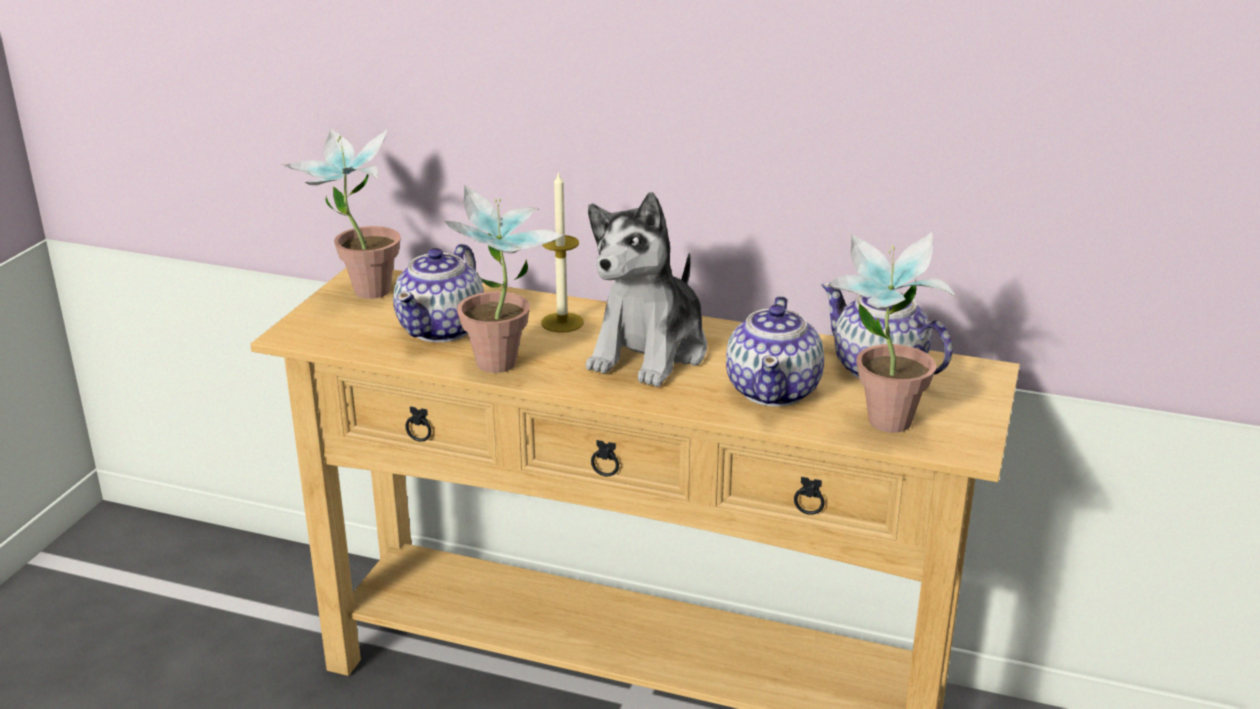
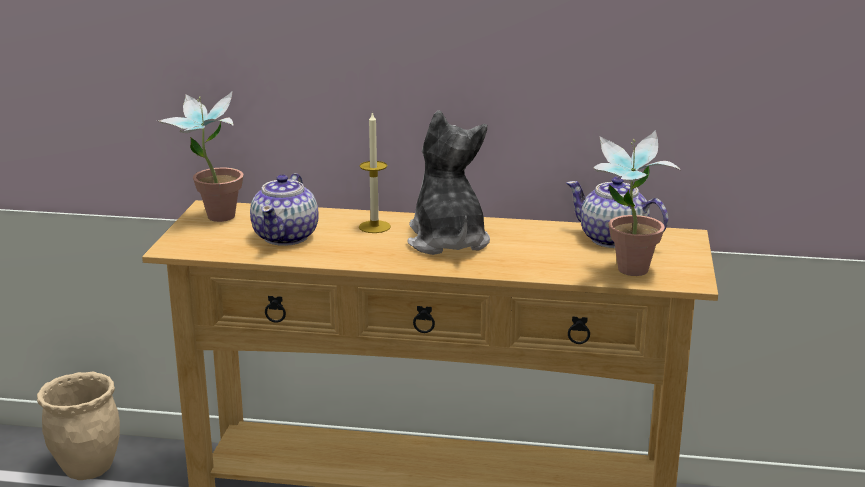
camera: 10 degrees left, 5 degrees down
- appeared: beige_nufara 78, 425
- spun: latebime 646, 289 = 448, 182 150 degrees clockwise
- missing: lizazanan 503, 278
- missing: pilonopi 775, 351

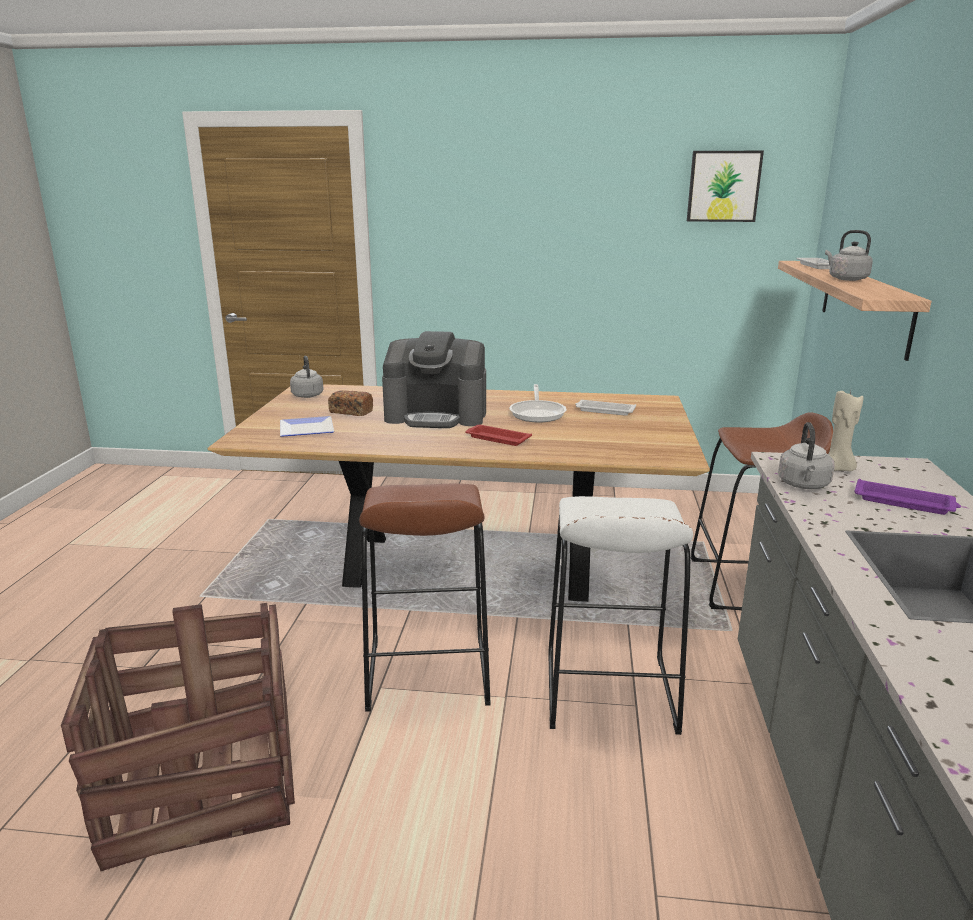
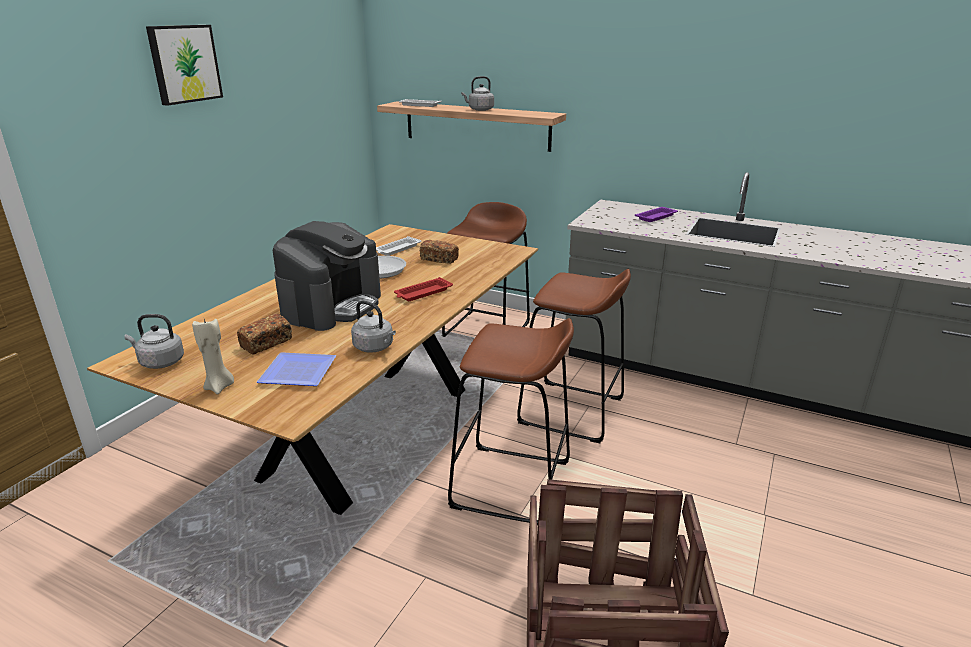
camera: 70 degrees left, 5 degrees up
- relocated: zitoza 725, 186 to 184, 65
- relocated: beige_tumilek 845, 431 to 213, 356
- relocated: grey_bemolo 806, 455 to 373, 326
- appeared: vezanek 439, 252
- colour: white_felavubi 620, 615 to brown_felavubi 574, 356

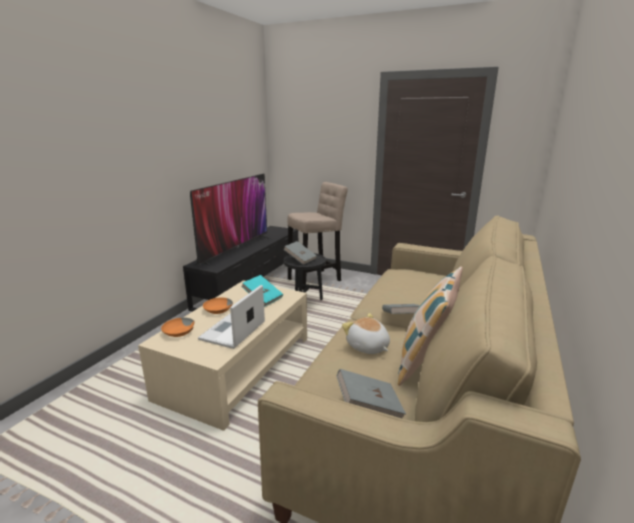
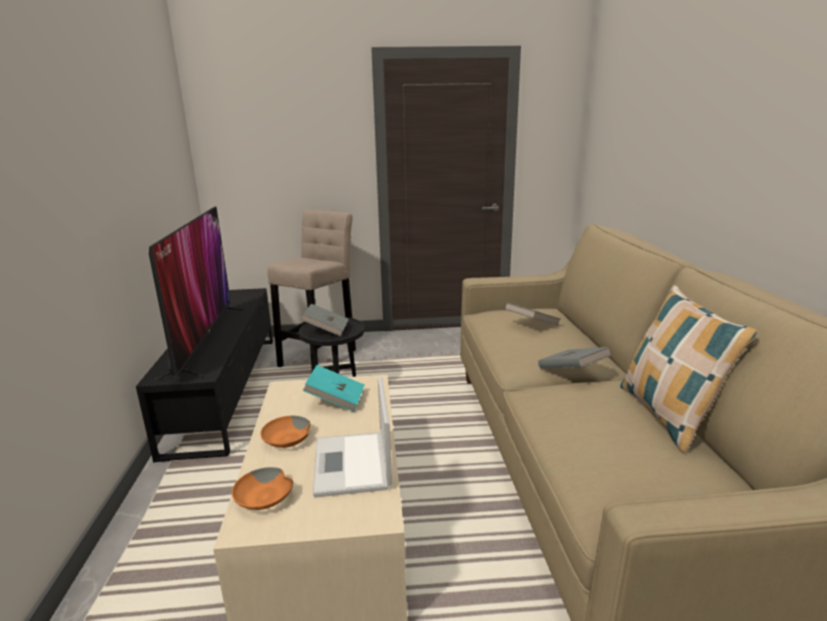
camera: 30 degrees left, 0 degrees up
- relocated: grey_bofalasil 371, 393 to 532, 314
- missing: latebime 366, 333

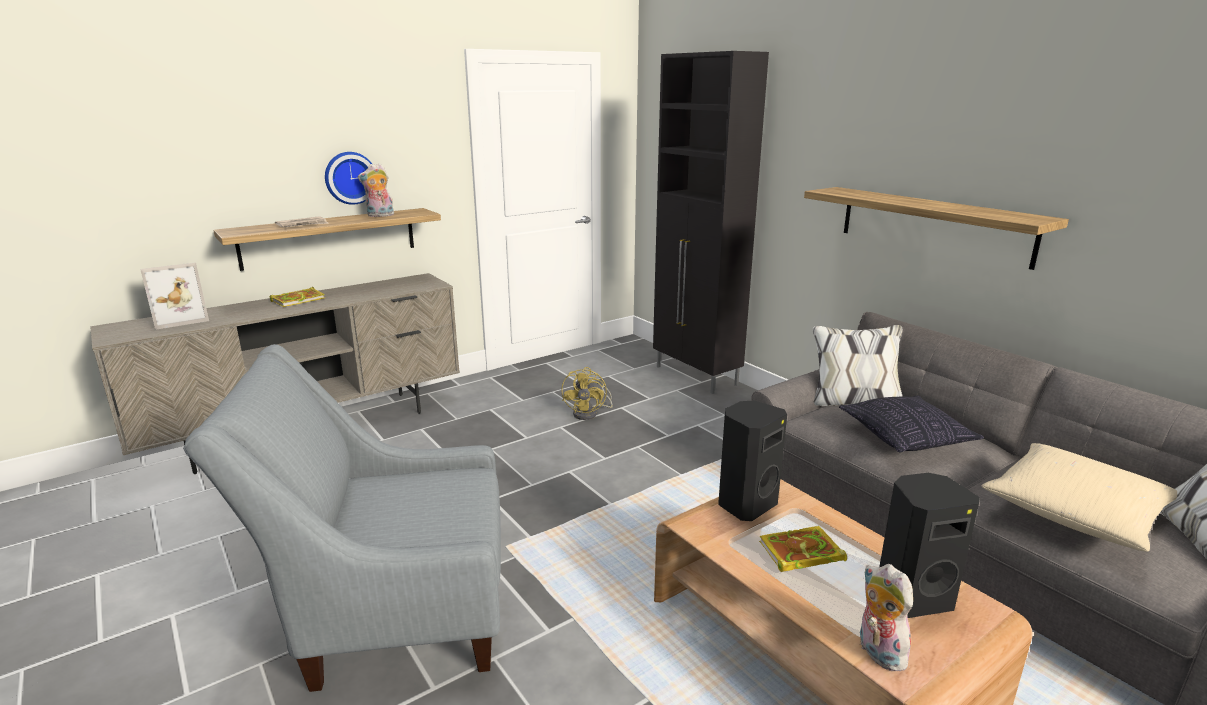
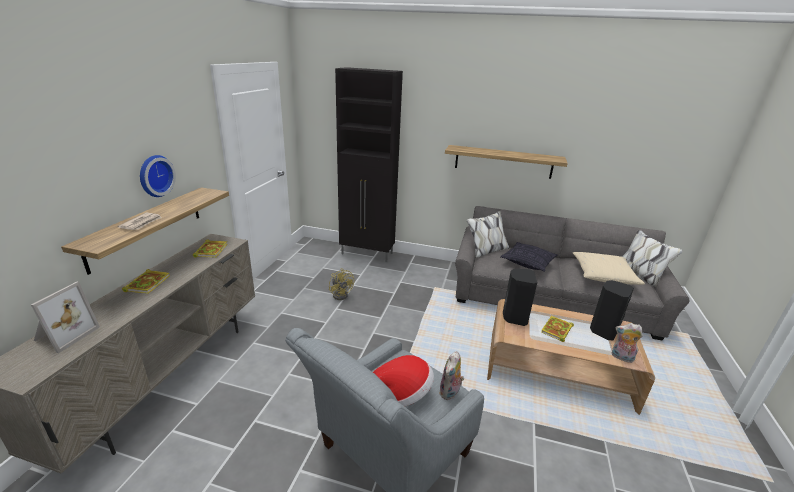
camera: 40 degrees left, 5 degrees up
- appeared: bofalasil 210, 248
- appeared: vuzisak 403, 380
- relocated: latebime 376, 190 to 451, 375

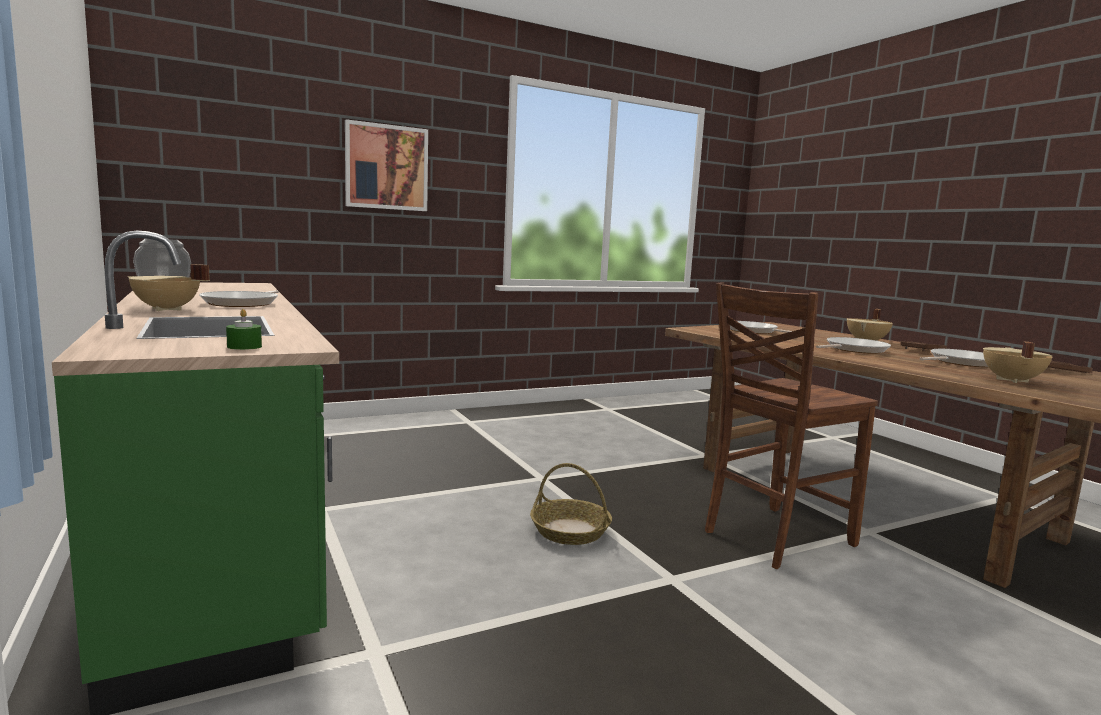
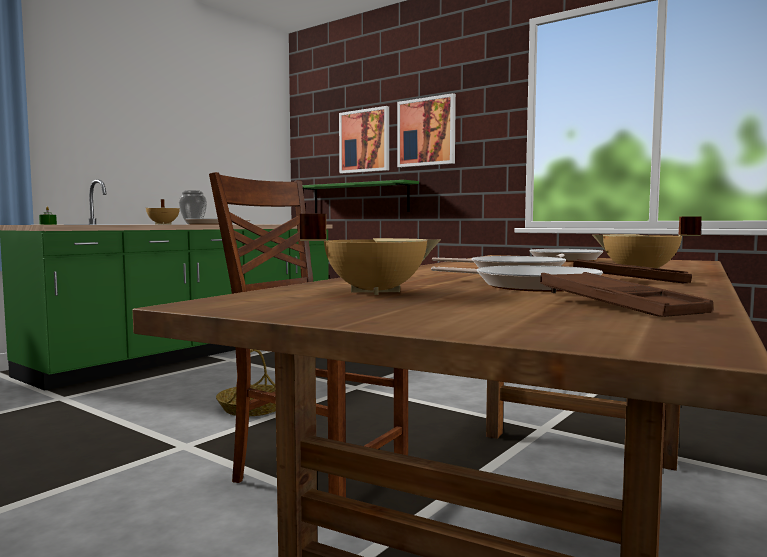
camera: 65 degrees right, 5 degrees down
- appeared: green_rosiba 360, 196
- appeared: zitoza 364, 140

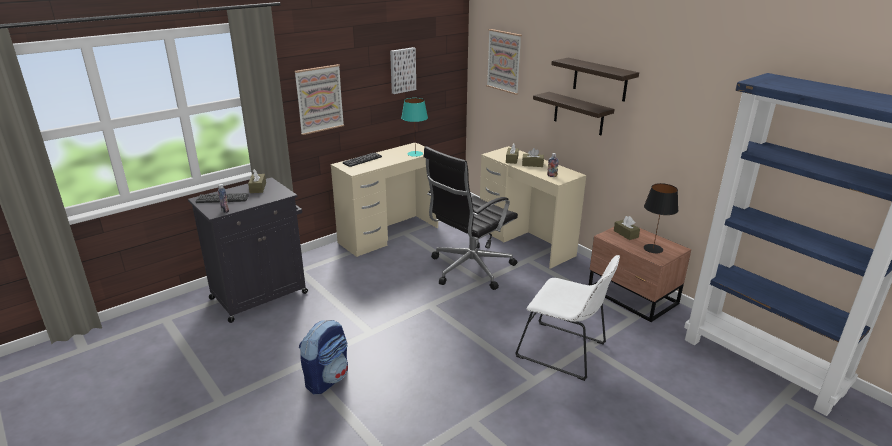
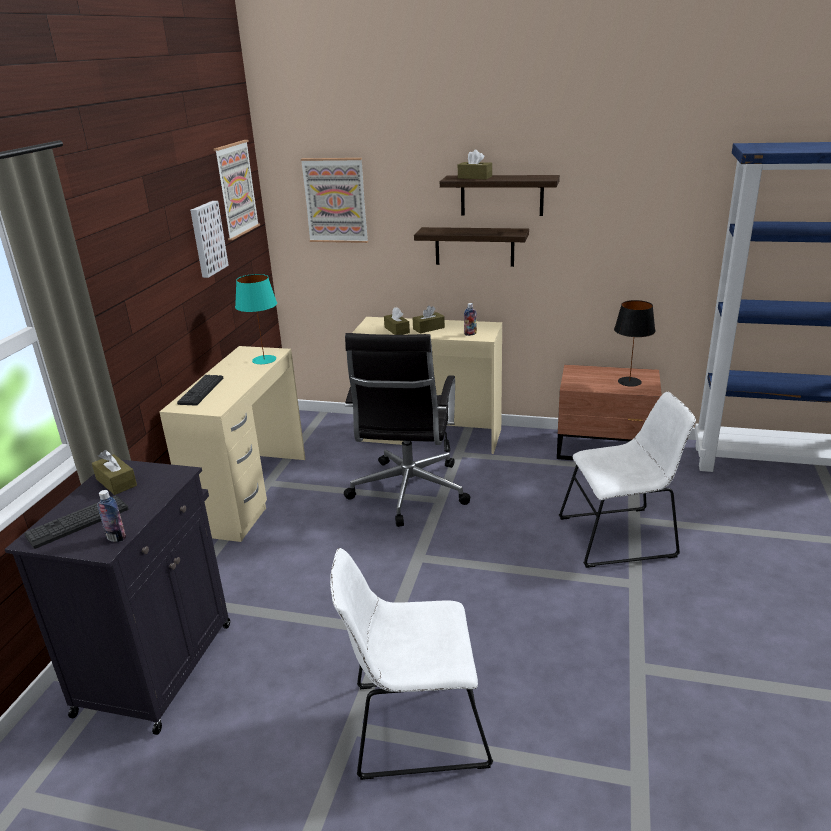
camera: 35 degrees left, 0 degrees up
- relocated: zitoza 319, 99 to 237, 190
- exchanged: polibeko 323, 357 to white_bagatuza 411, 664
- relocated: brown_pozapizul 627, 228 to 475, 164

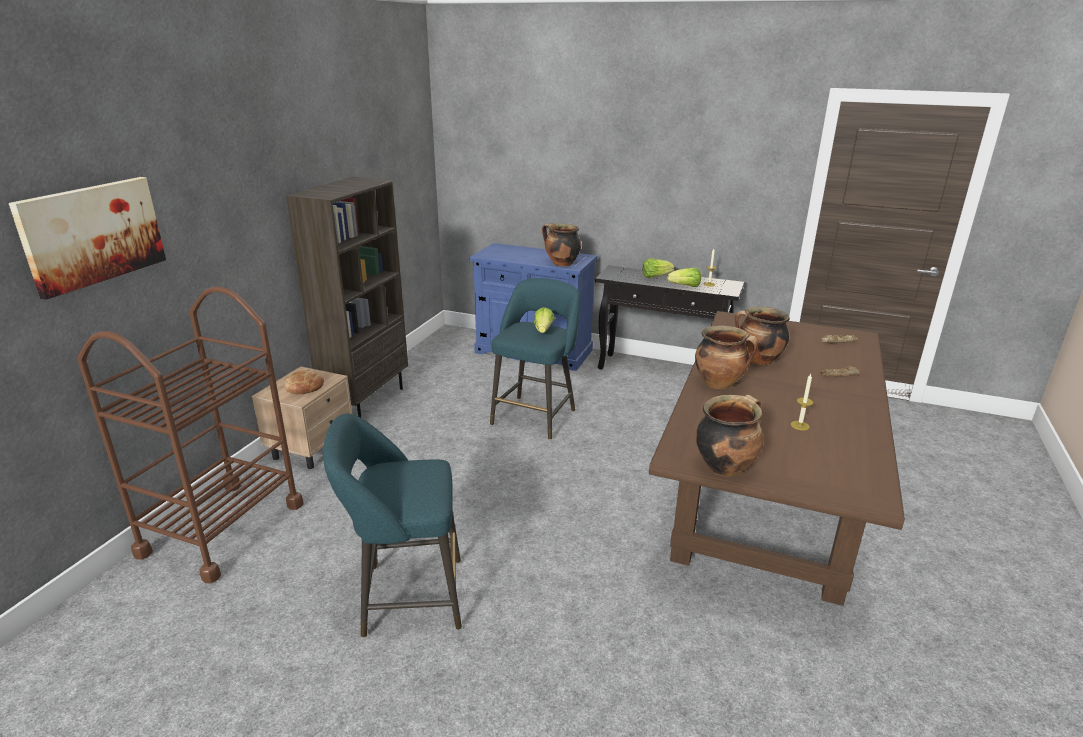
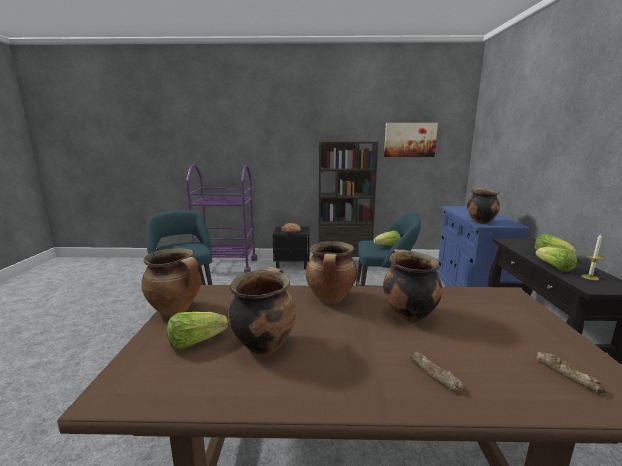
camera: 70 degrees right, 10 degrees down
- appeared: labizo 197, 331
- colour: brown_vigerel 190, 435 to purple_vigerel 221, 218
- exchanged: tumilek 802, 402 to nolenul 262, 311
- colour: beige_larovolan 302, 417 to black_larovolan 291, 248
- relocated: zitoza 87, 238 to 411, 140

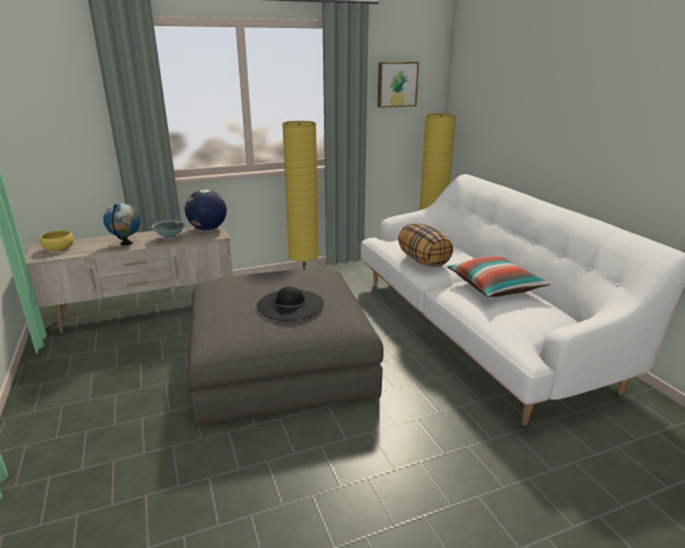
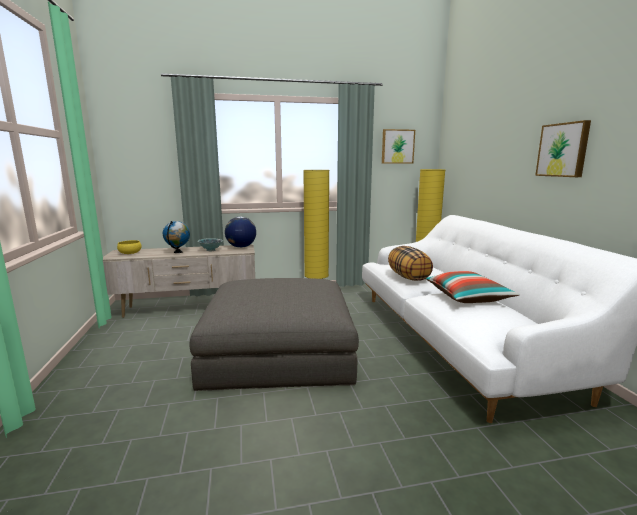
camera: 10 degrees right, 10 degrees down
- appeared: zitoza 563, 148
- missing: black_vuzisak 290, 303

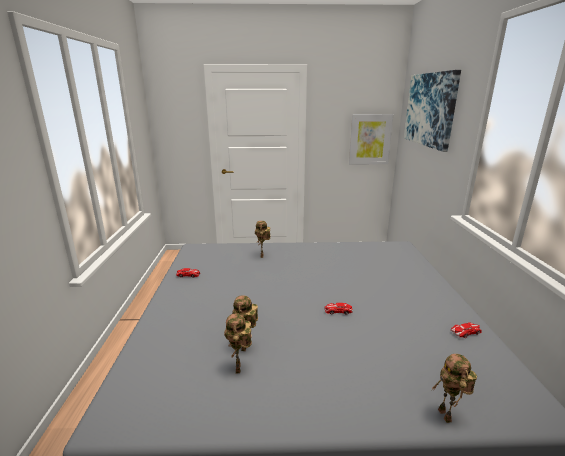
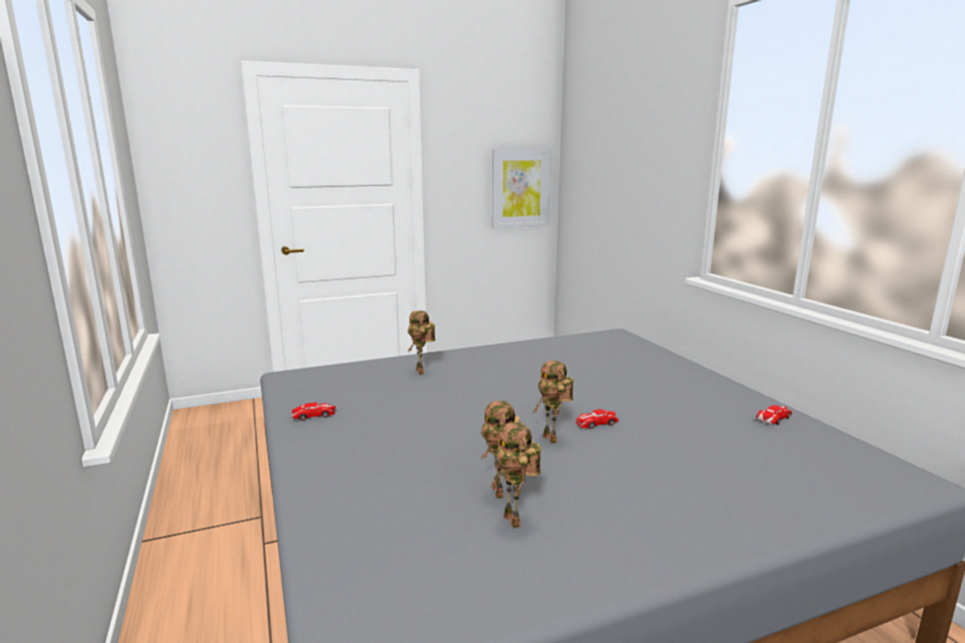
camera: 20 degrees left, 5 degrees down
- relocated: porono 454, 388 to 553, 402
- missing: zitoza 432, 111

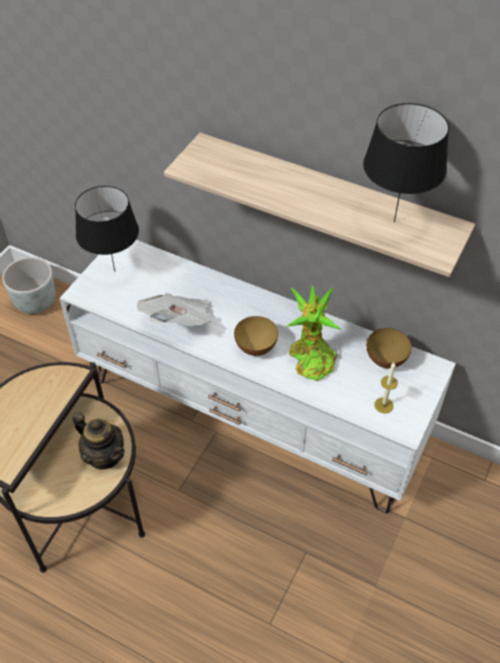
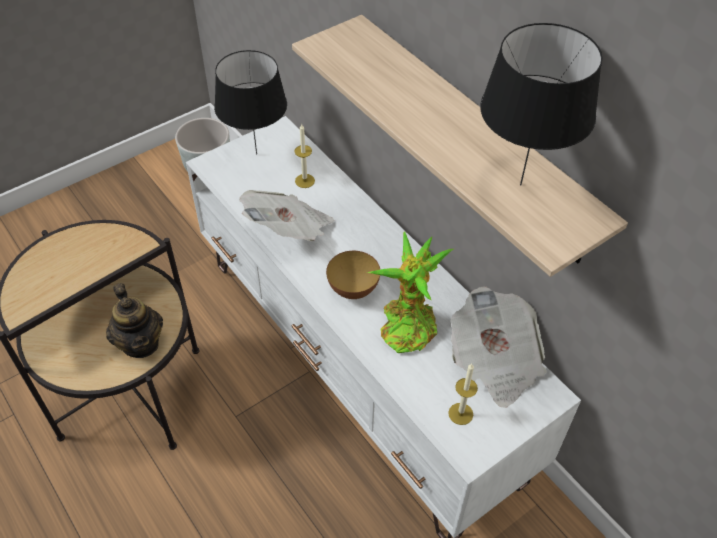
camera: 25 degrees right, 0 degrees up
- appeared: tumilek 304, 156
- exchanged: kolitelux 389, 348 to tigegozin 498, 347

